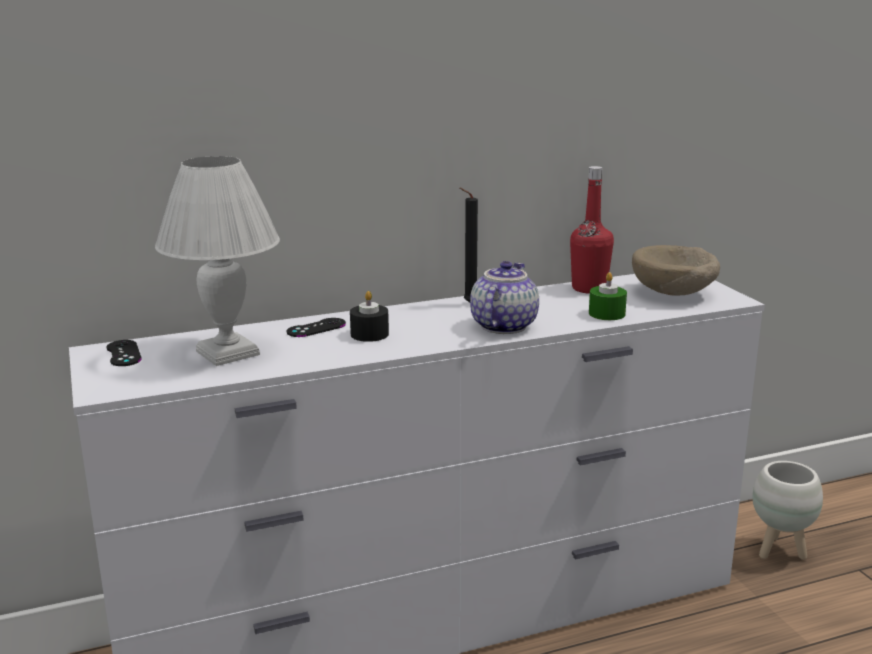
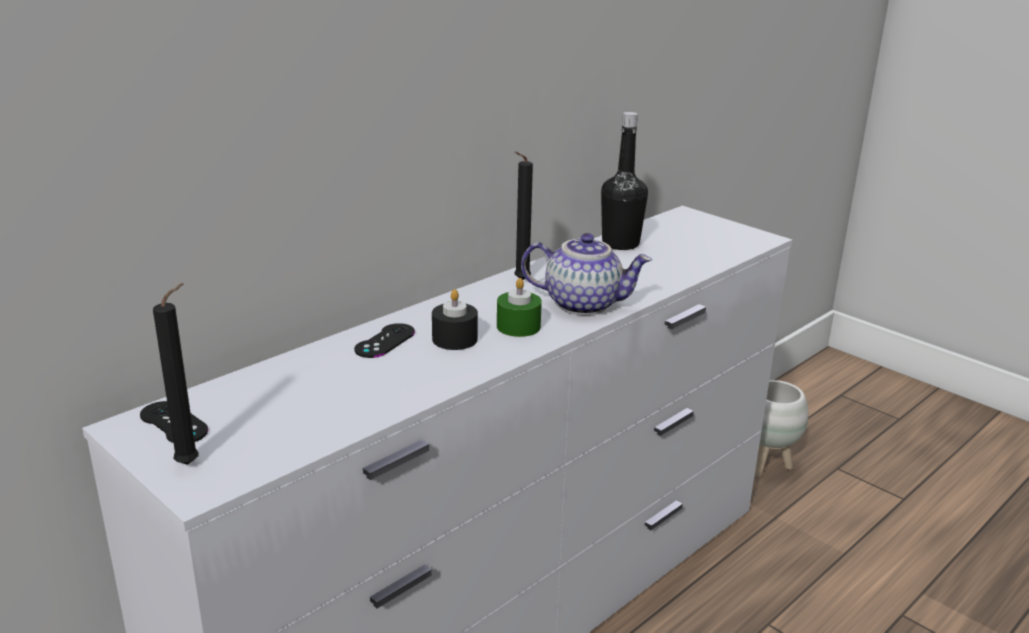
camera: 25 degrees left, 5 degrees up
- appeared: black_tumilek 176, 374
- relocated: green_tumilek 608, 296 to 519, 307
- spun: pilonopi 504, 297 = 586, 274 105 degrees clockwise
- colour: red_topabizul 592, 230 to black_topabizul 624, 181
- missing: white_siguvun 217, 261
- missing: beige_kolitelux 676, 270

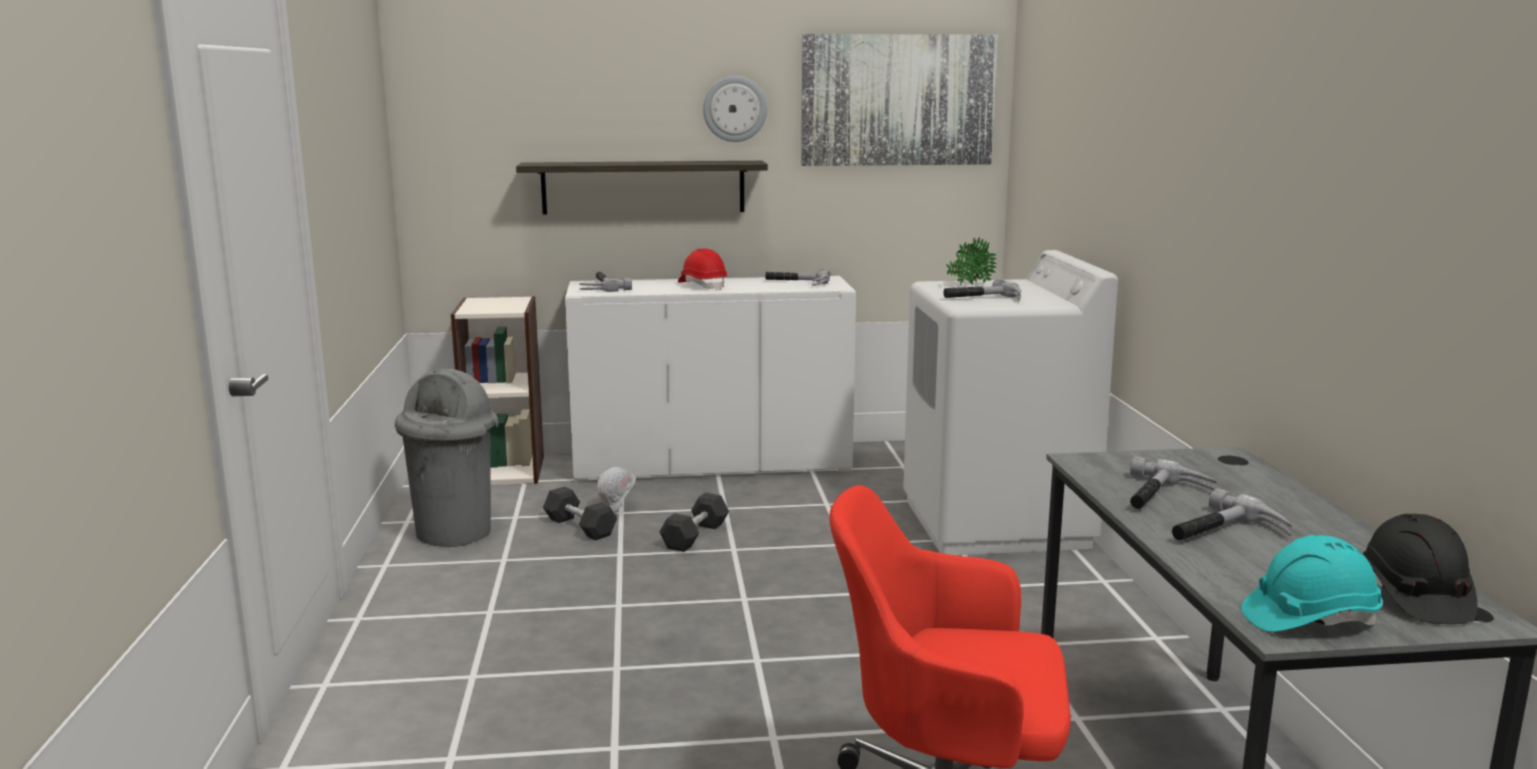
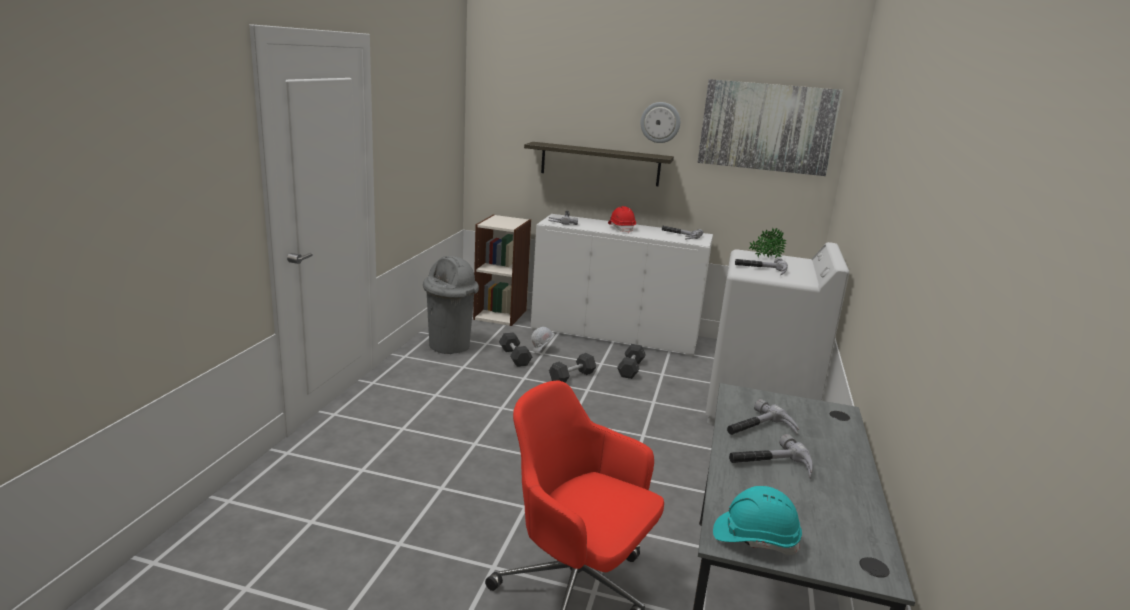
camera: 20 degrees right, 5 degrees up
- appeared: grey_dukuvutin 631, 361
- missing: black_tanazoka 1419, 569

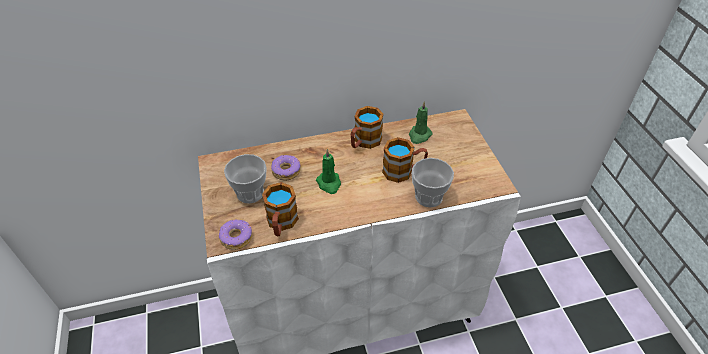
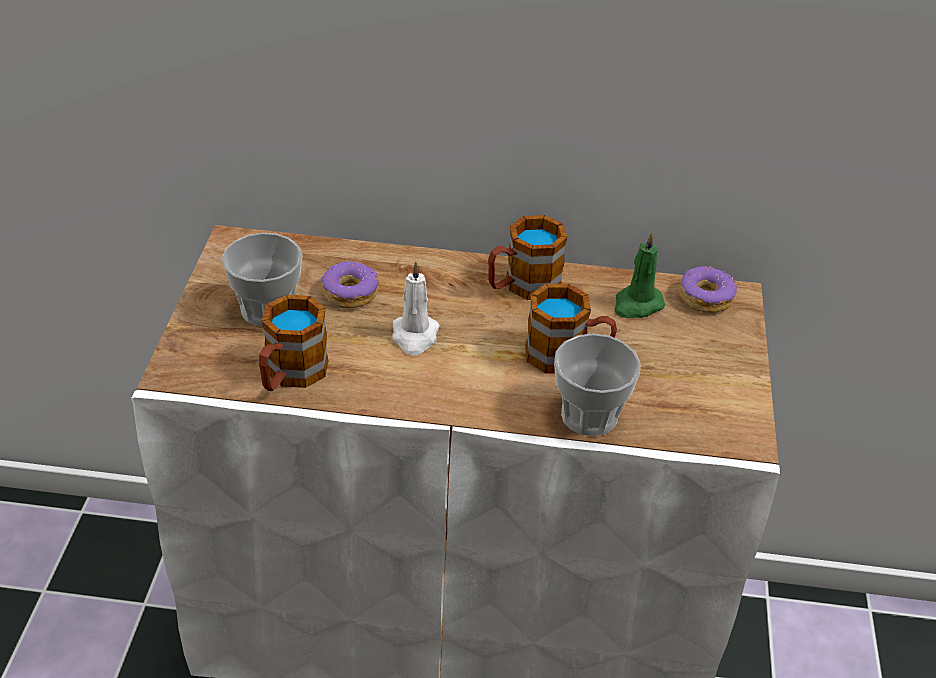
camera: 20 degrees right, 5 degrees down
- colour: green_tumilek 328, 171 to white_tumilek 416, 308
- relocated: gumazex 235, 235 to 708, 289

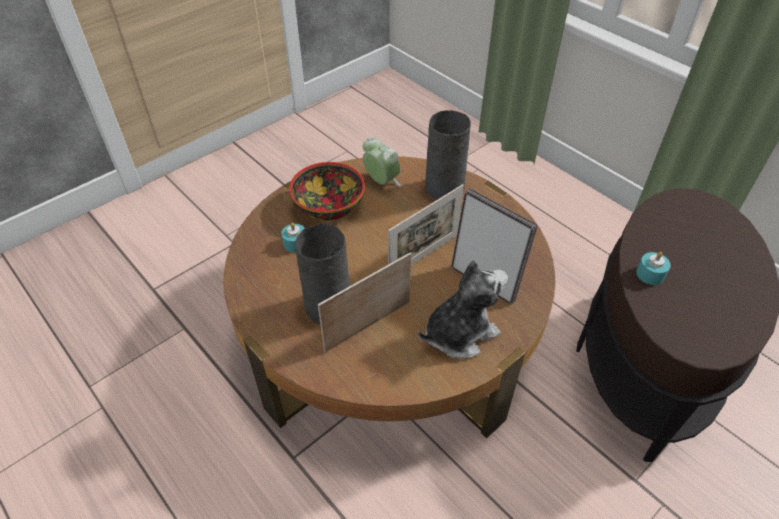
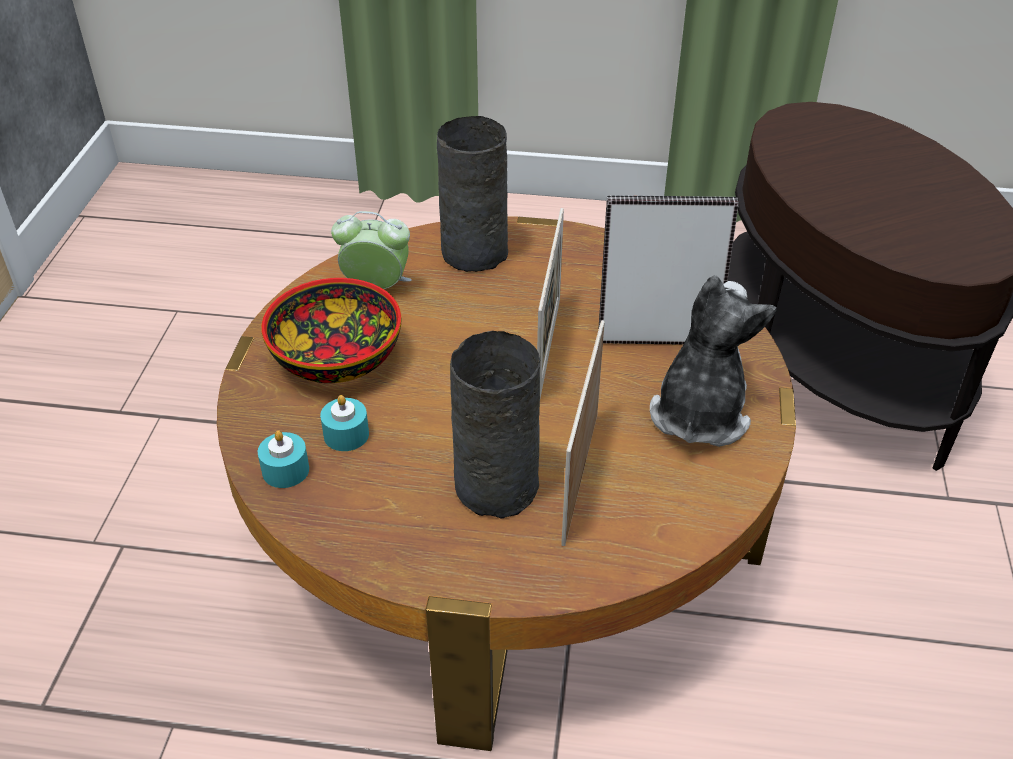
camera: 40 degrees left, 5 degrees down
- relocated: turquoise_tumilek 653, 268 to 283, 459

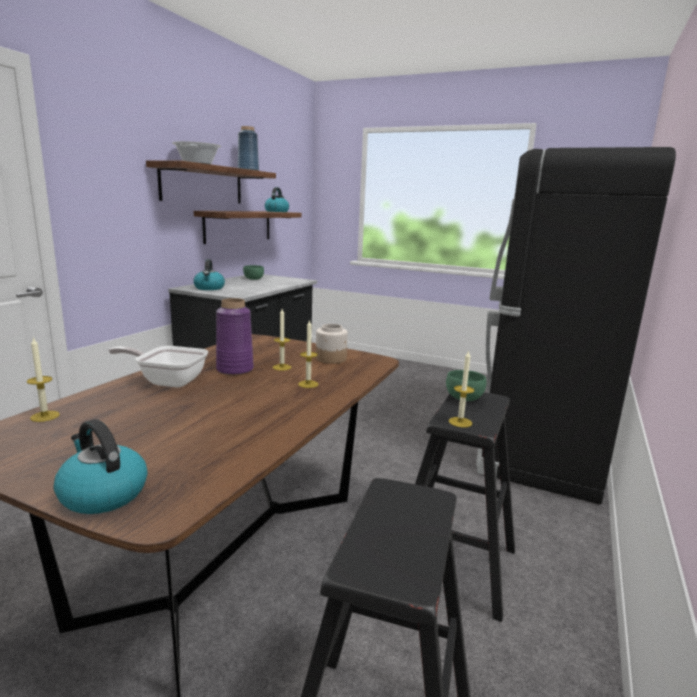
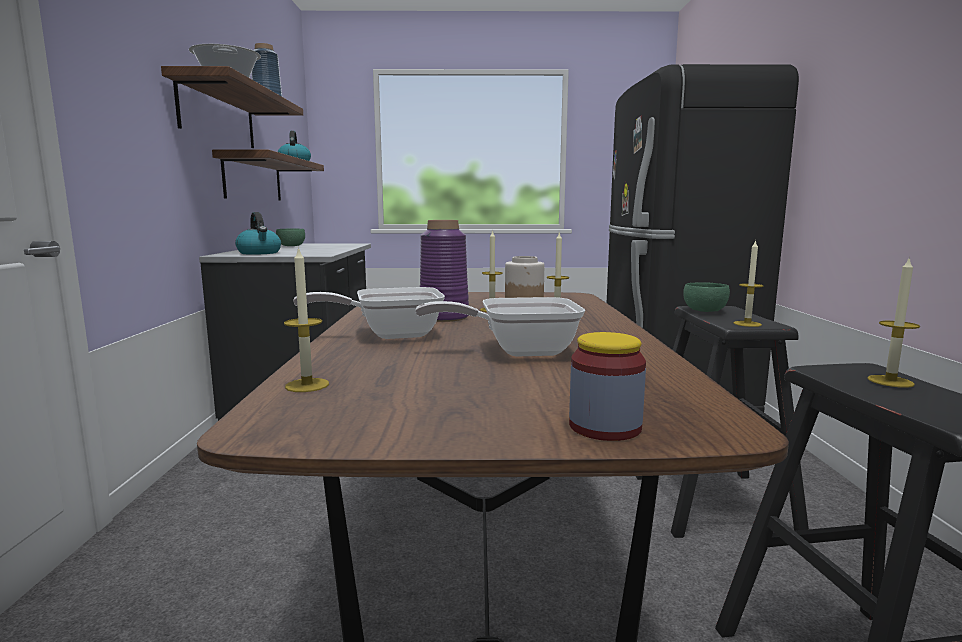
camera: 25 degrees left, 5 degrees down
- appeared: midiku 500, 326
- exchanged: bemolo 100, 466 to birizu 607, 386
- appeared: tumilek 893, 322

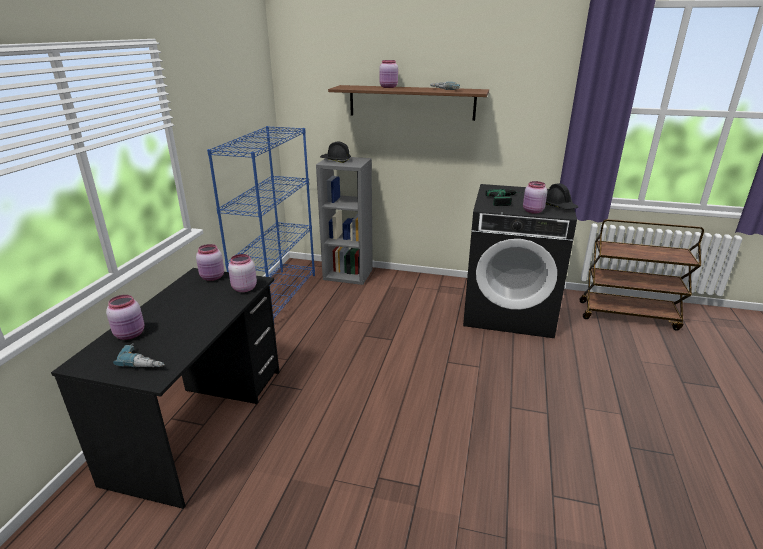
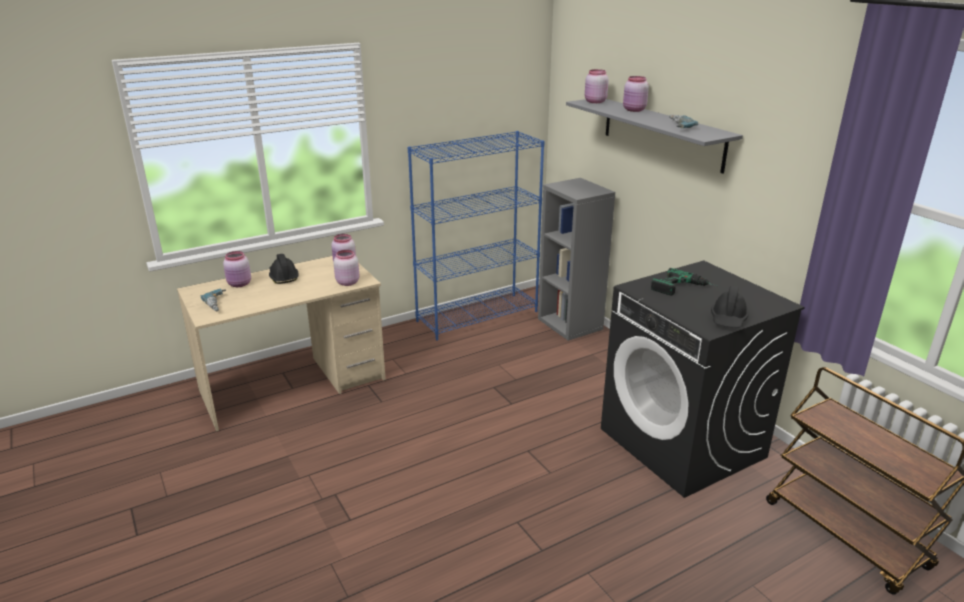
camera: 45 degrees right, 0 degrees up
- colour: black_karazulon 165, 388 to beige_karazulon 281, 343
- relocated: black_tanazoka 335, 152 to 283, 269
- colour: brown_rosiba 408, 103 to grey_rosiba 654, 136
- relocated: pink_birizu 535, 197 to 597, 86

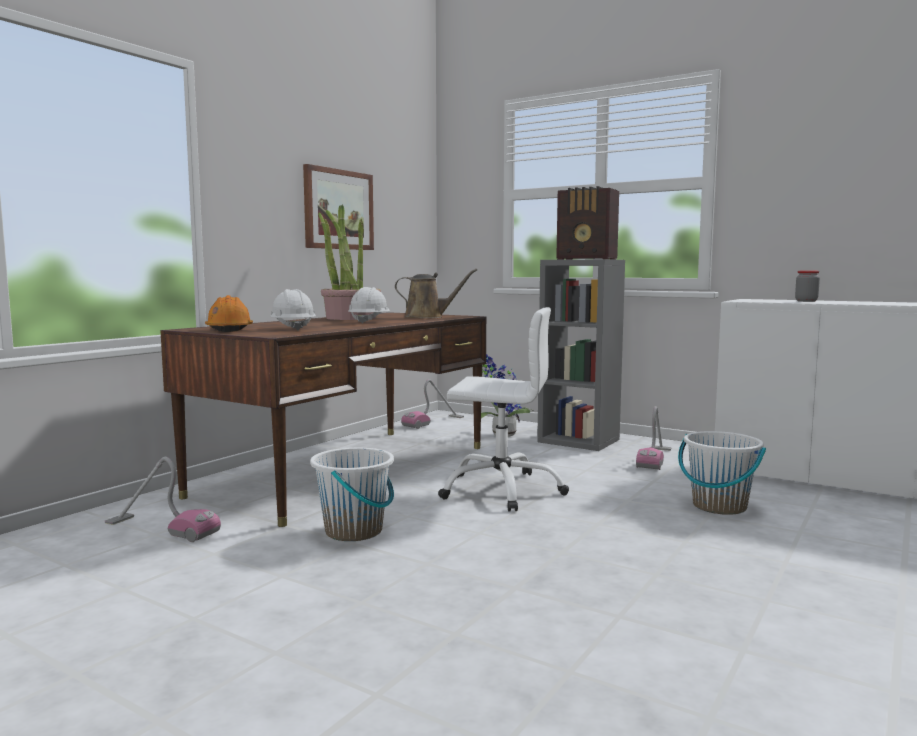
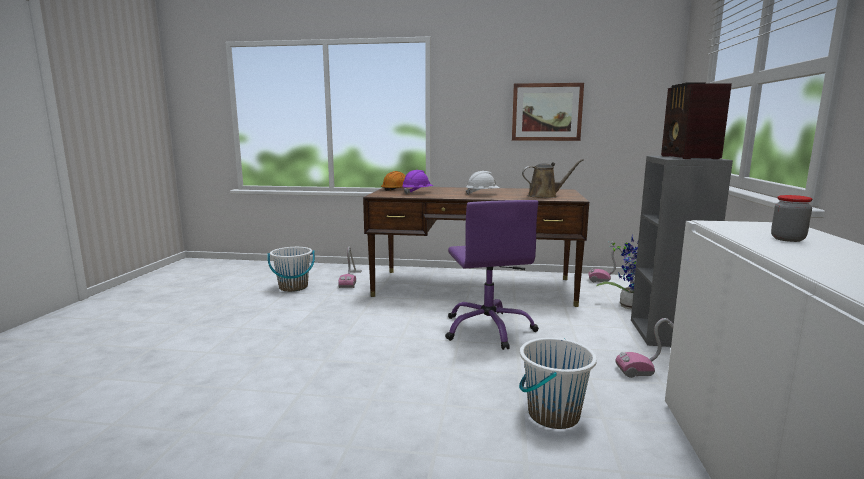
camera: 65 degrees right, 5 degrees up
- relocated: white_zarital 352, 494 to 291, 269
- colour: white_tanazoka 293, 310 to purple_tanazoka 417, 182
- colour: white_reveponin 503, 409 to purple_reveponin 492, 275
- spun: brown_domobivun 436, 293 = 553, 178 75 degrees counterclockwise
- missing: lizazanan 349, 262

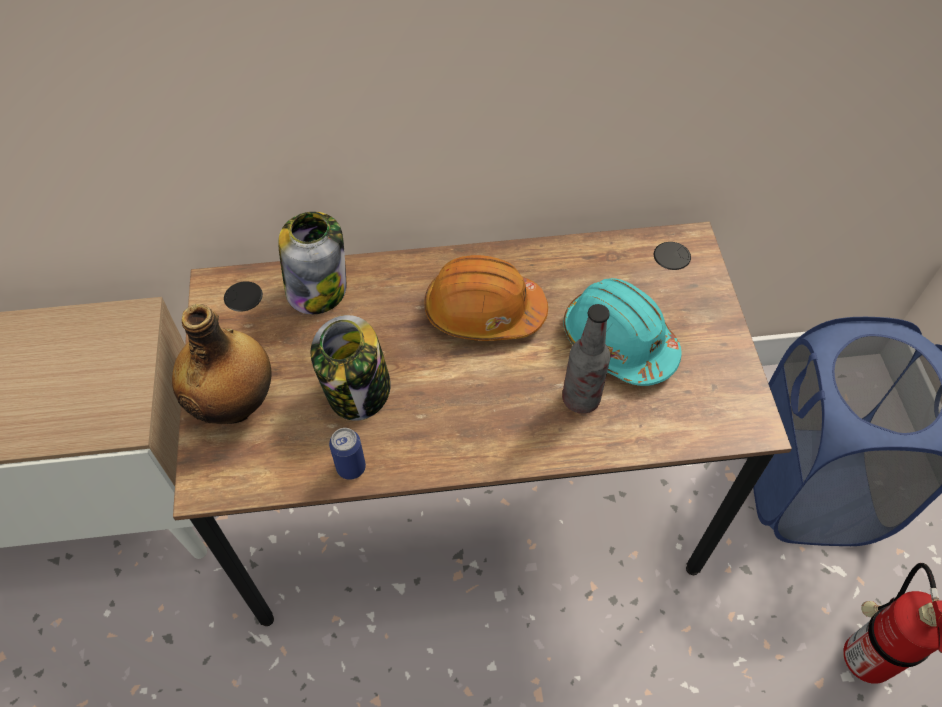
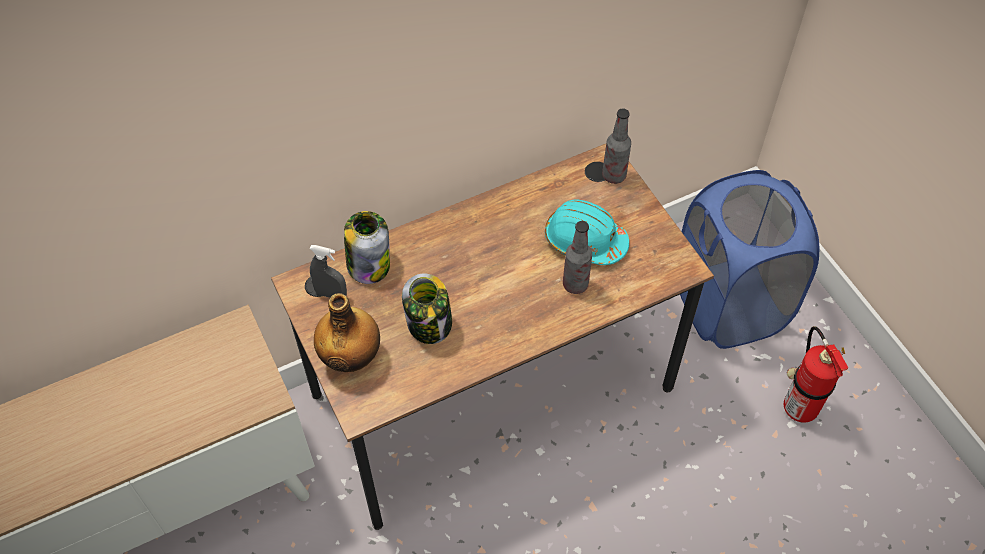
camera: 20 degrees left, 0 degrees up
- appeared: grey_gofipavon 328, 271
- appeared: topabizul 616, 146
- missing: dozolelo 347, 454
- missing: orange_tanazoka 486, 298

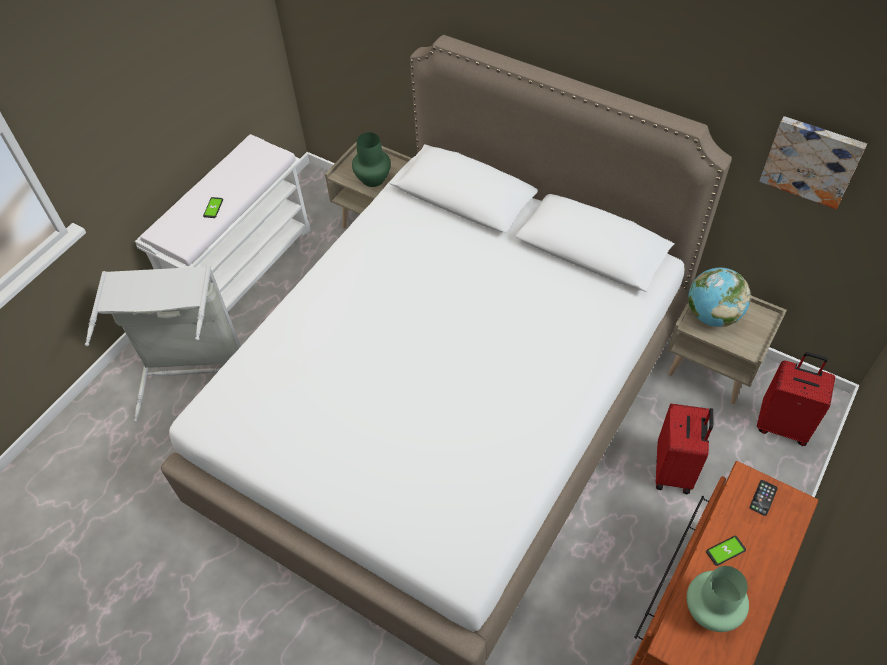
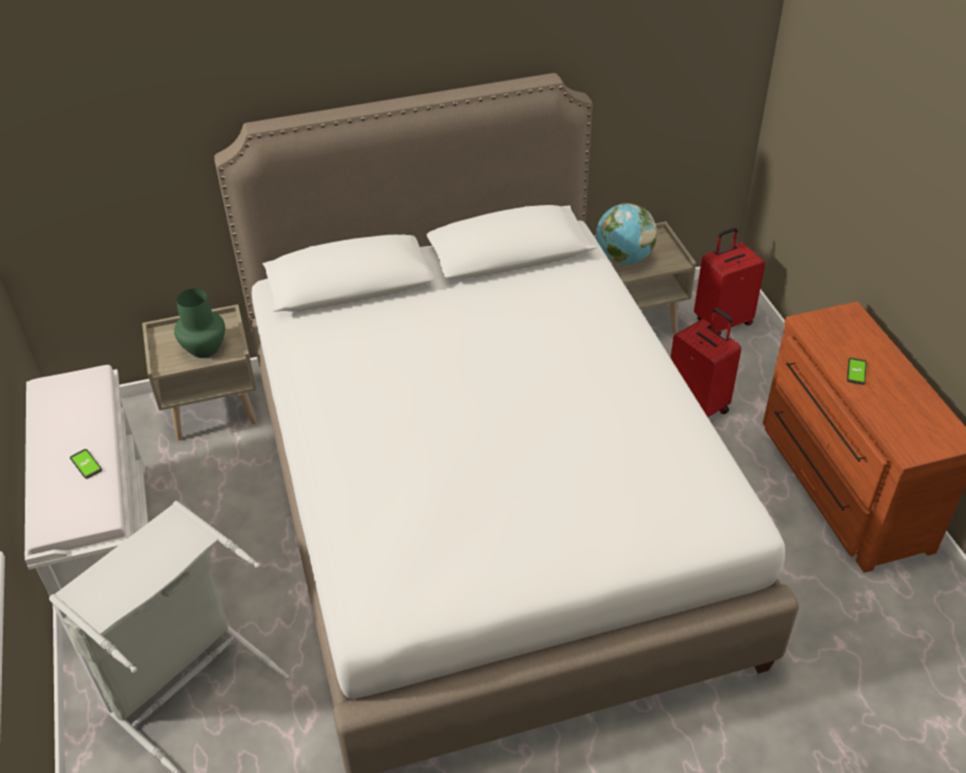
camera: 50 degrees left, 10 degrees down
- missing: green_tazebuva 718, 599
- missing: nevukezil 764, 498
- missing: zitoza 813, 162

